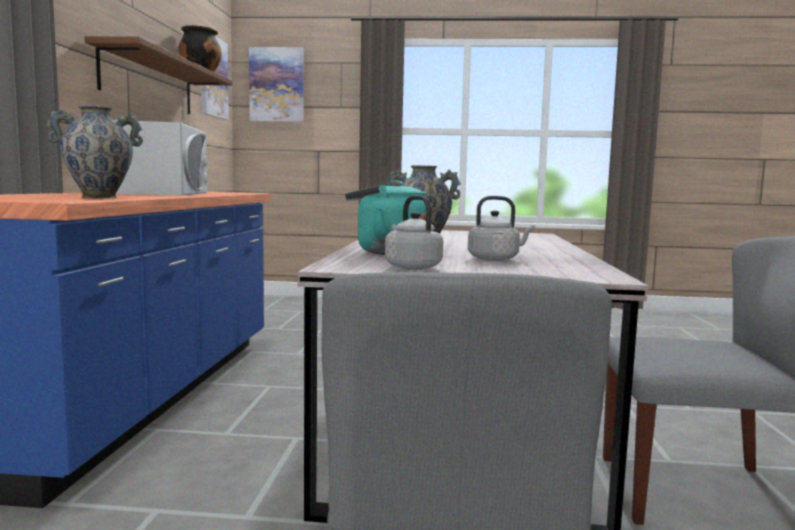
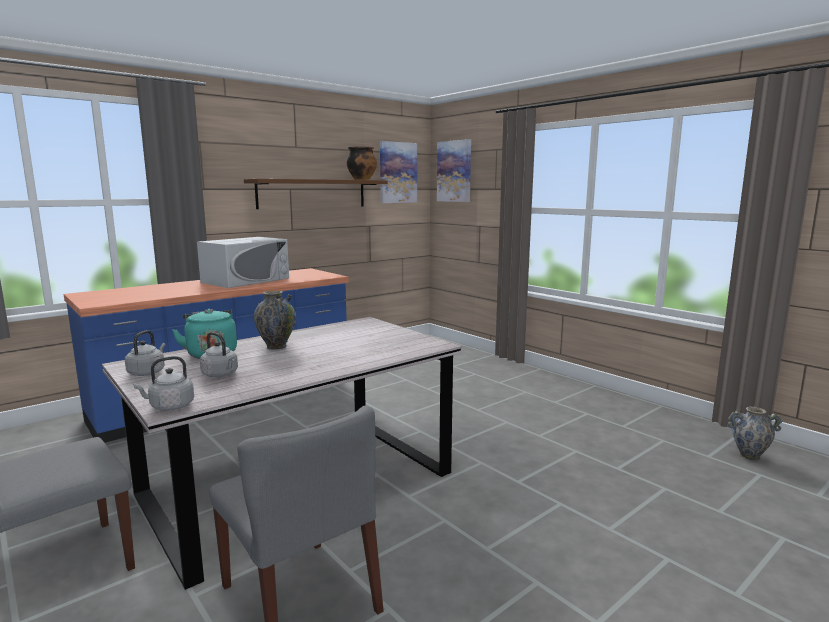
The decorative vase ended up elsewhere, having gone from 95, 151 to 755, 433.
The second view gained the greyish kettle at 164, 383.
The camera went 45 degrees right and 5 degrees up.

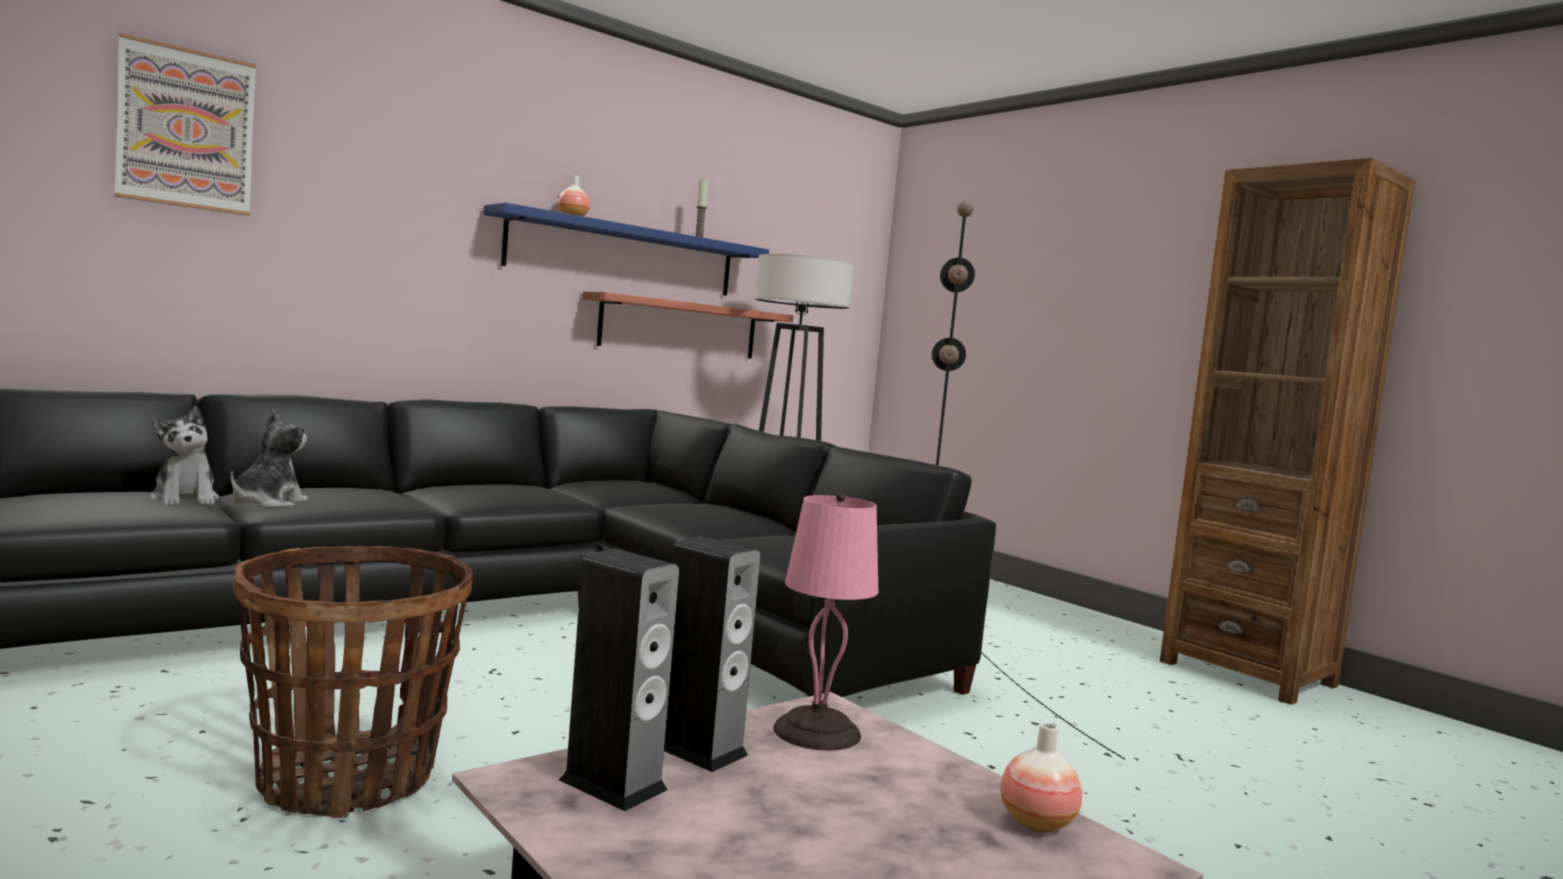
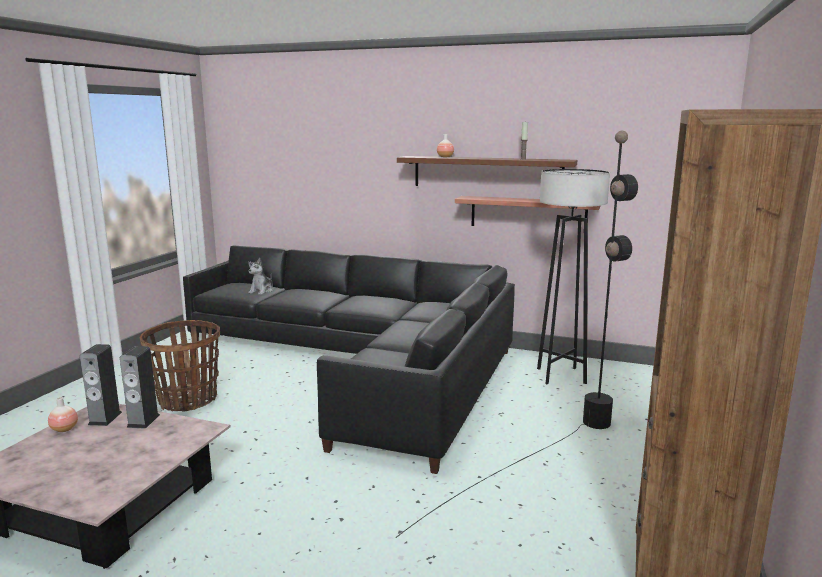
The second view lost the picture at 185, 124.
The second view lost the plush toy at 269, 459.
What was the bluish bracket shelf at 626, 249 turned into the brown bracket shelf at 487, 171.
The second view lost the pink-coloured table lamp at 825, 621.
The decorative vase ended up elsewhere, having gone from 1041, 778 to 63, 414.
The camera went 60 degrees right and 10 degrees up.

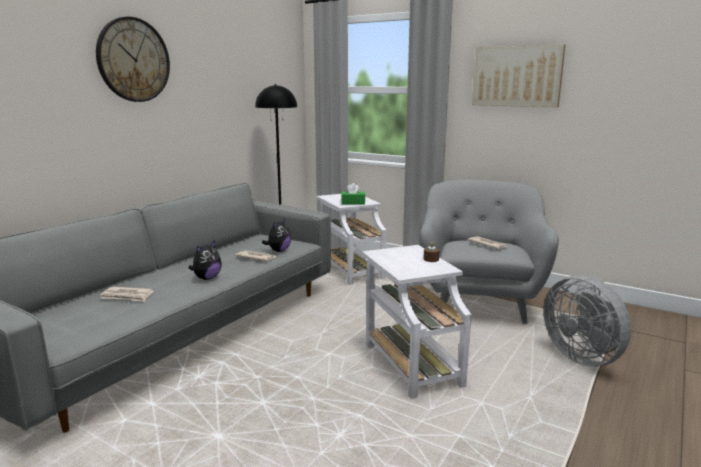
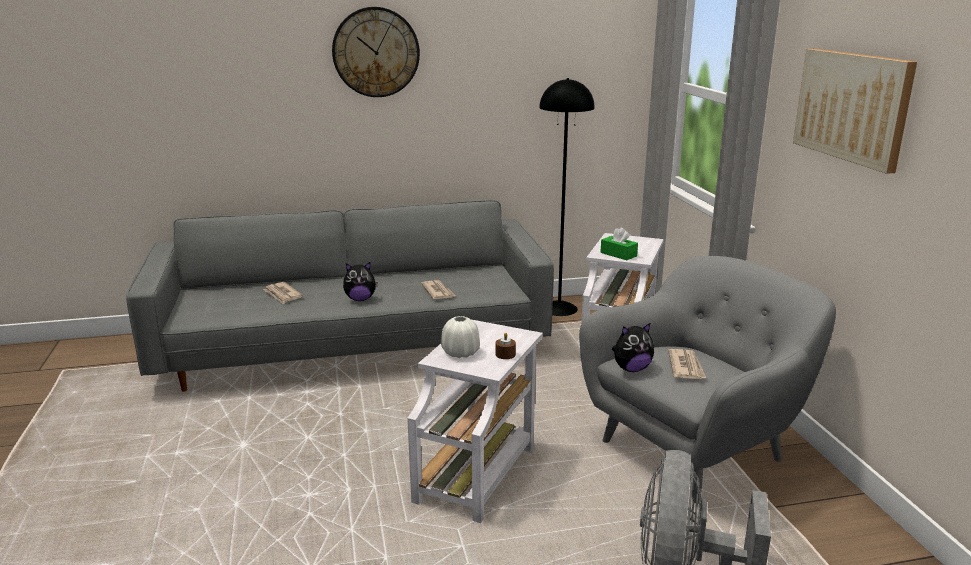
The plush toy ended up elsewhere, having gone from 276, 235 to 633, 347.
The second view gained the white-coloured decorative vase at 460, 337.
The camera went 45 degrees right and 5 degrees up.

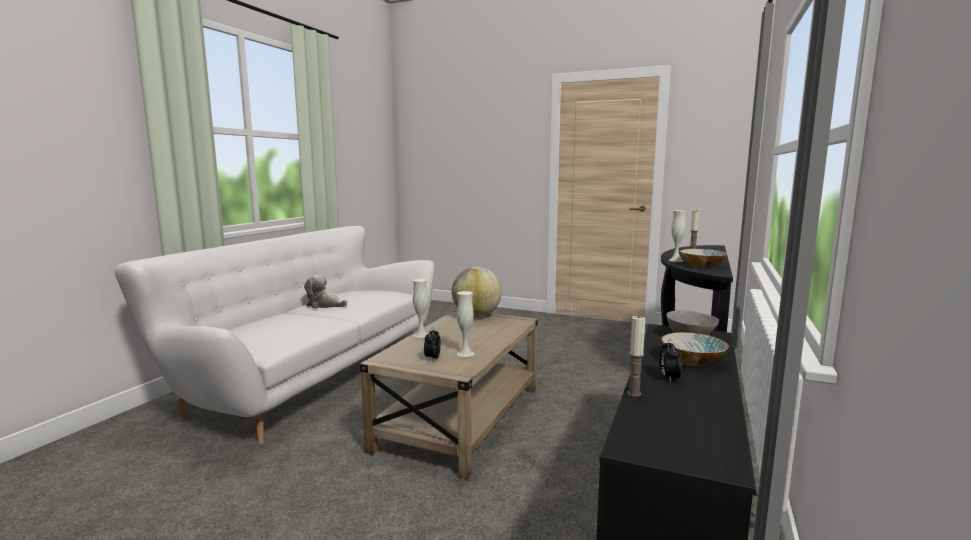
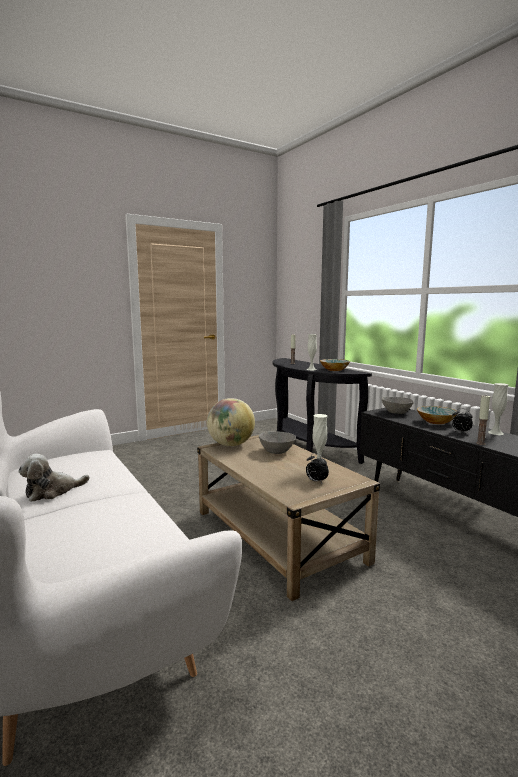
The white-coloured decorative vase ended up elsewhere, having gone from 420, 308 to 498, 409.
The second view gained the greyish deep dish at 277, 442.
The camera went 55 degrees left and 0 degrees up.

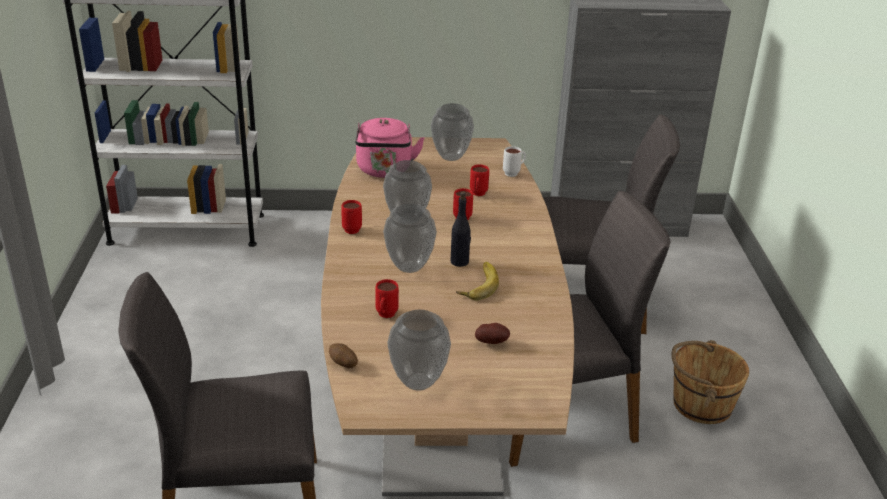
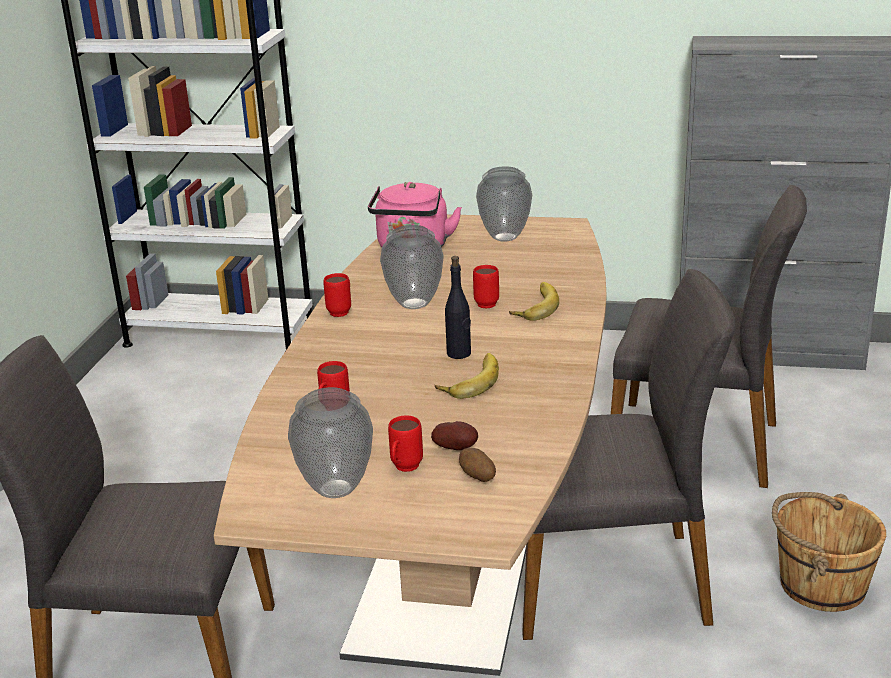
The spud ended up elsewhere, having gone from 343, 356 to 477, 465.
The second view lost the decorative vase at 410, 238.
The red-coloured mug ended up elsewhere, having gone from 479, 180 to 405, 443.
The second view lost the white-coloured mug at 514, 161.
The second view gained the banana at 534, 301.
The camera went 15 degrees right and 5 degrees down.

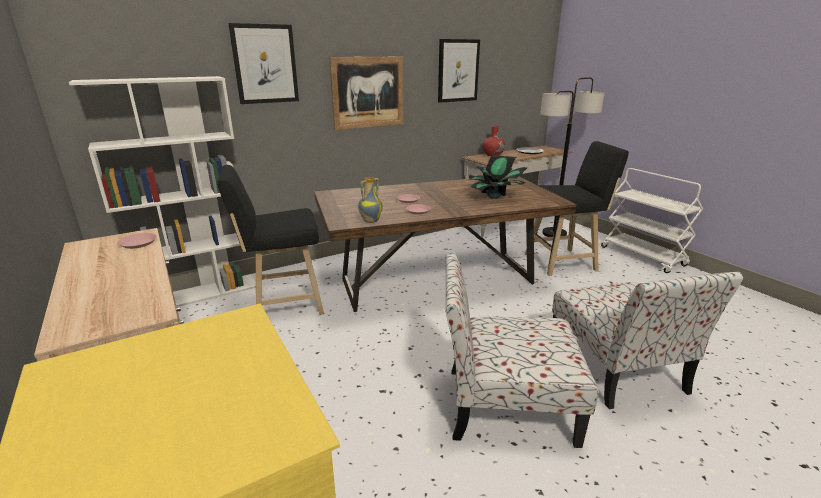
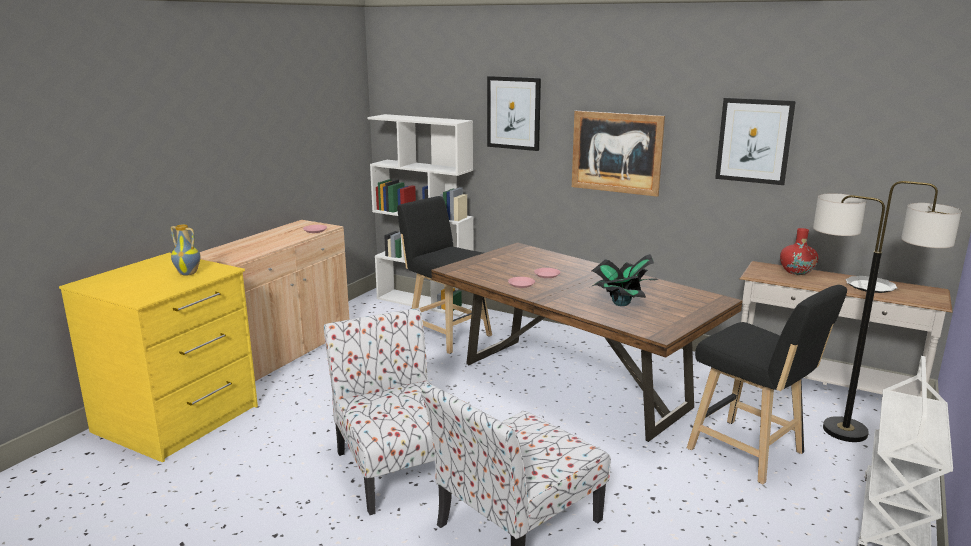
The decorative vase ended up elsewhere, having gone from 370, 200 to 186, 250.
The camera went 60 degrees right and 5 degrees down.

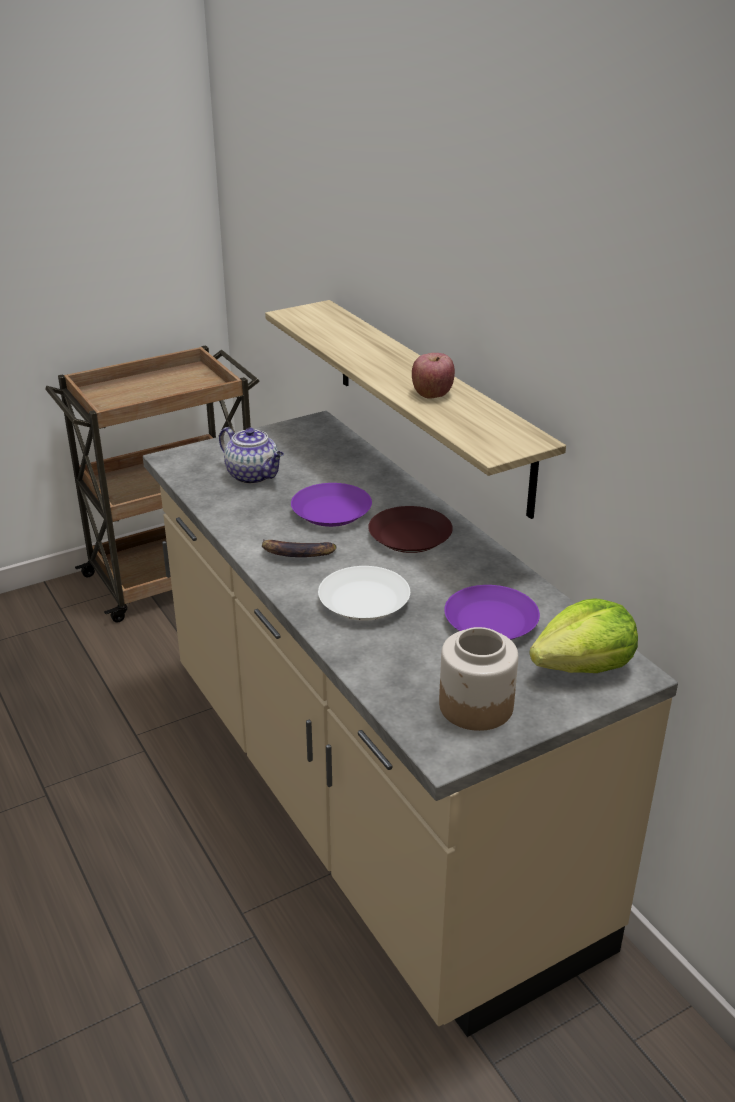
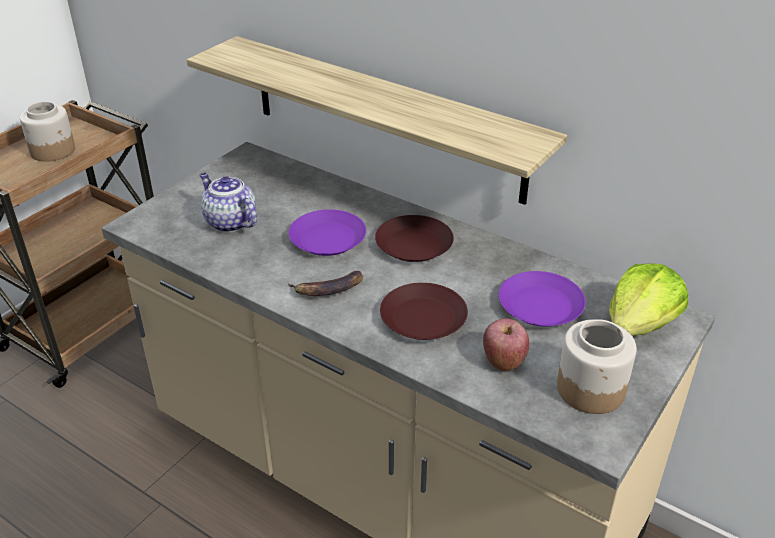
The pot for tea at 251, 455 ended up facing another way, 150 degrees counterclockwise from before.
What was the white-coloured flat dish at 364, 593 turned into the brown flat dish at 424, 311.
The whole apple ended up elsewhere, having gone from 433, 376 to 506, 344.
The second view gained the preserve jar at 47, 131.
The camera went 25 degrees left and 5 degrees up.

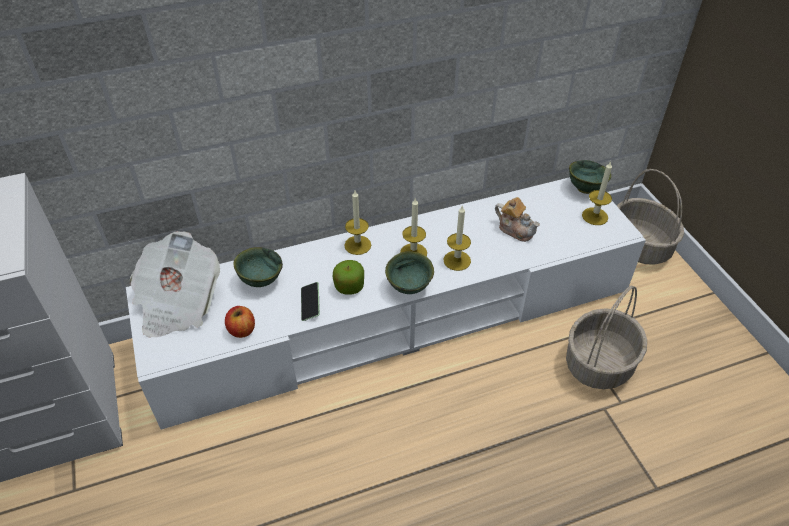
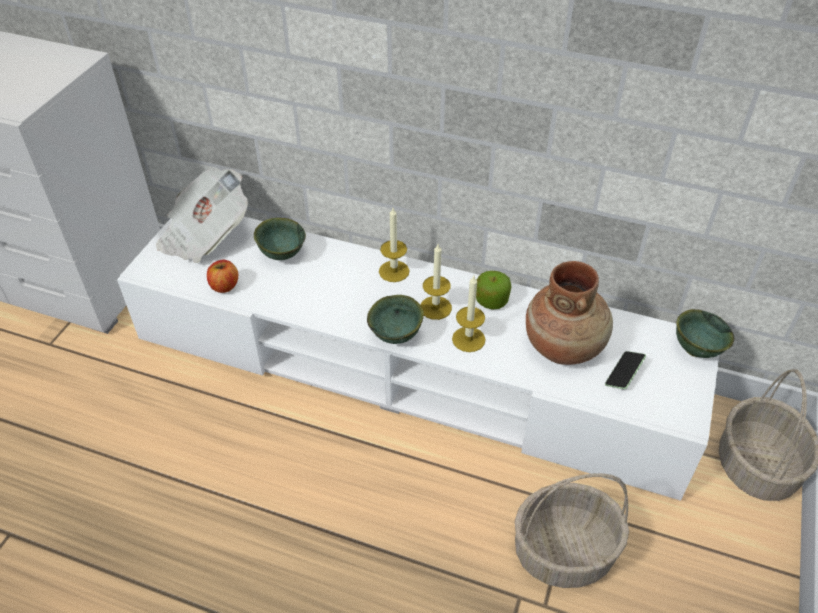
The telephone ended up elsewhere, having gone from 310, 301 to 625, 370.
The whole apple ended up elsewhere, having gone from 348, 277 to 494, 290.
Where the pot for tea stood at 517, 219, the brown decorative vase came to stand at 569, 313.
The second view lost the candle at 597, 193.
The camera went 40 degrees right and 0 degrees up.

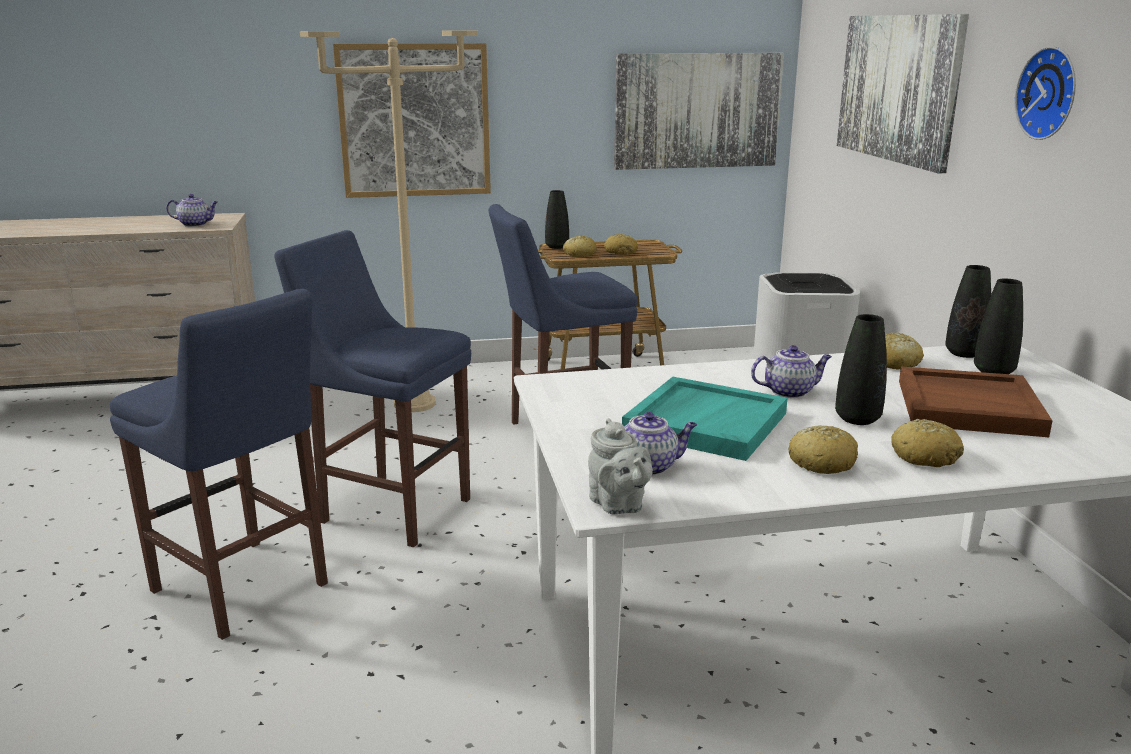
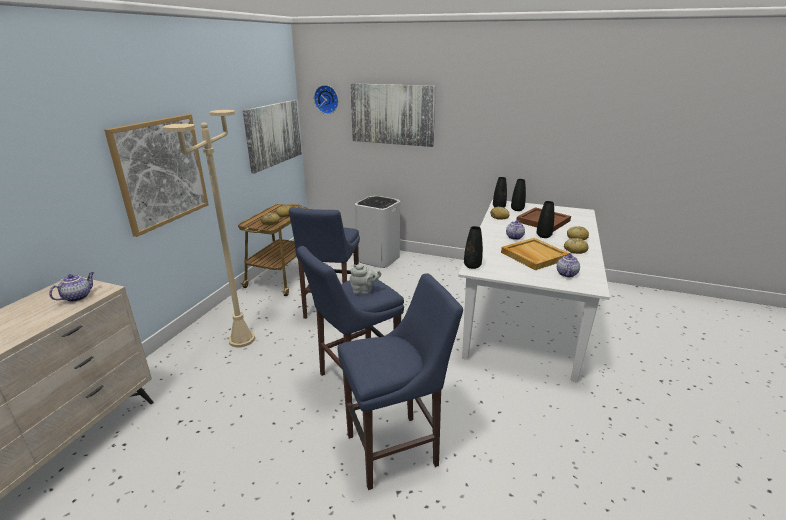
The black-coloured decorative vase ended up elsewhere, having gone from 557, 219 to 473, 247.
The greyish pot for tea ended up elsewhere, having gone from 620, 466 to 365, 279.
What was the turquoise-coloured serving tray at 704, 419 turned into the beige-coloured serving tray at 534, 254.
The wall clock ended up elsewhere, having gone from 1045, 93 to 326, 99.
The camera went 60 degrees left and 5 degrees up.

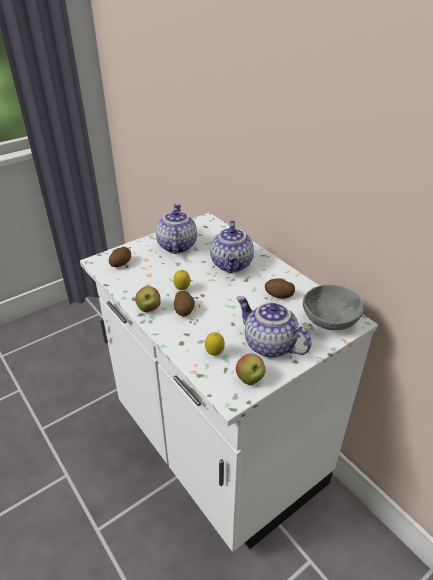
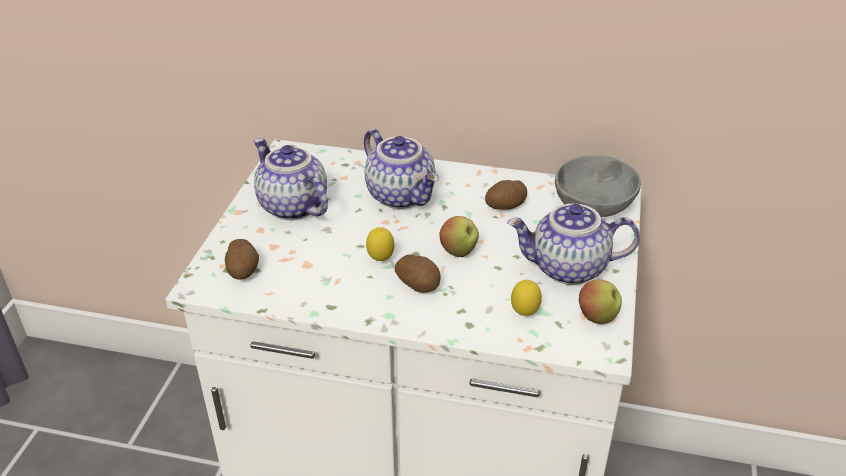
The whole apple ended up elsewhere, having gone from 148, 299 to 459, 236.
The camera went 40 degrees left and 0 degrees up.

